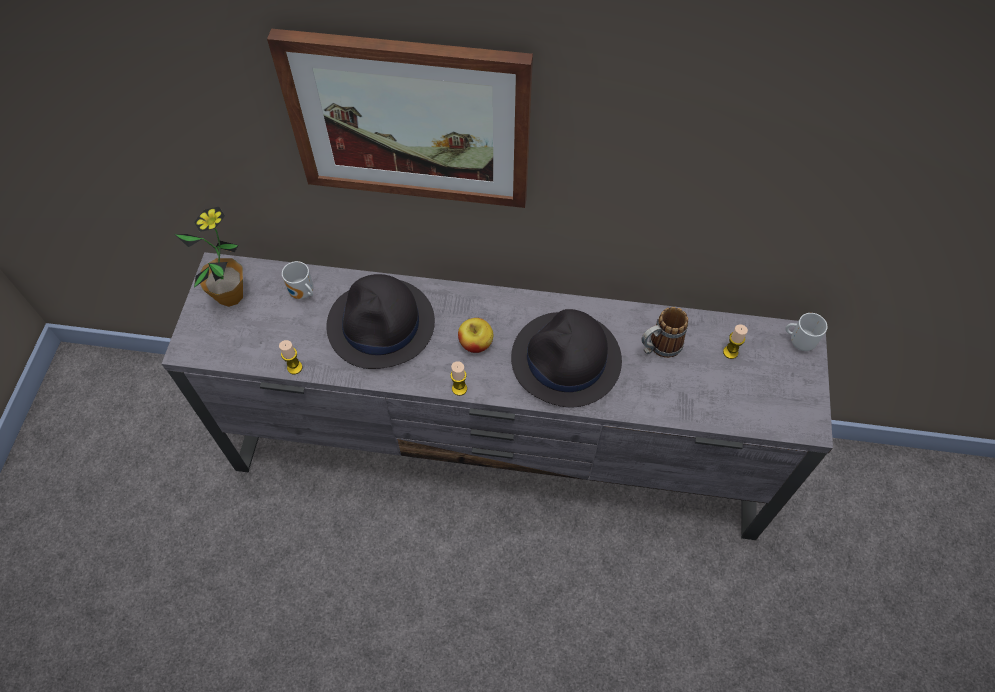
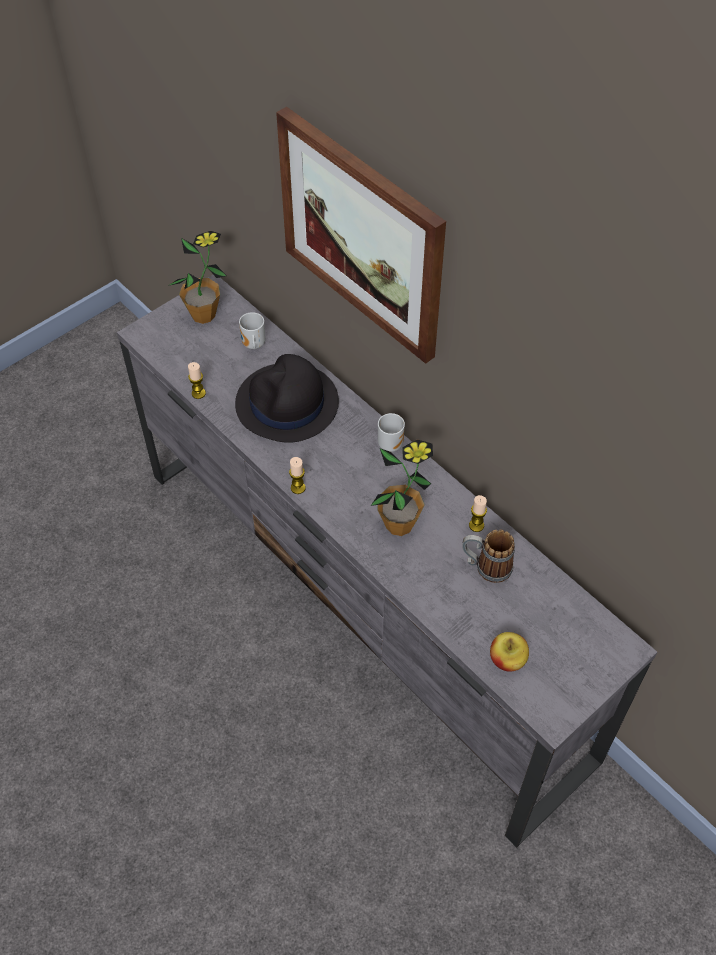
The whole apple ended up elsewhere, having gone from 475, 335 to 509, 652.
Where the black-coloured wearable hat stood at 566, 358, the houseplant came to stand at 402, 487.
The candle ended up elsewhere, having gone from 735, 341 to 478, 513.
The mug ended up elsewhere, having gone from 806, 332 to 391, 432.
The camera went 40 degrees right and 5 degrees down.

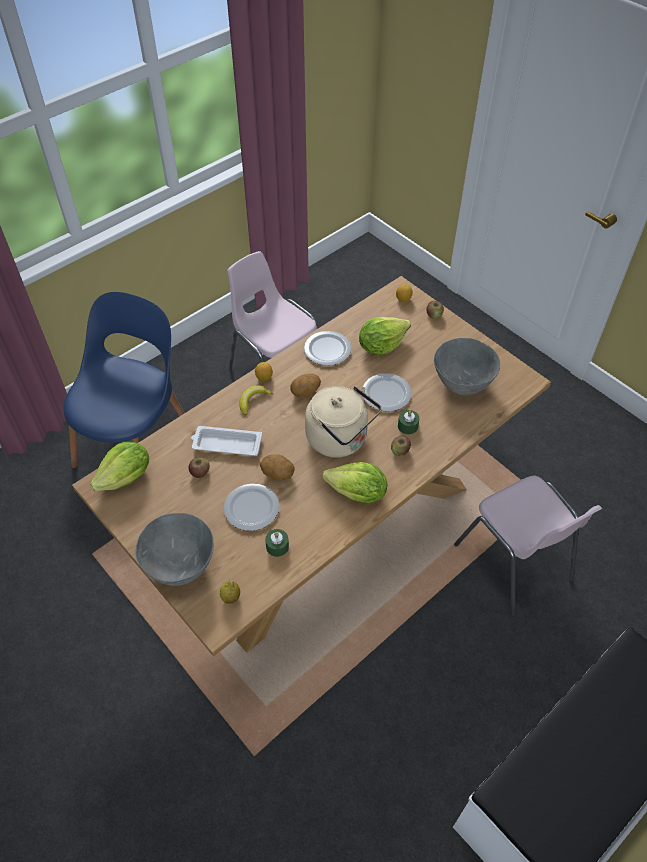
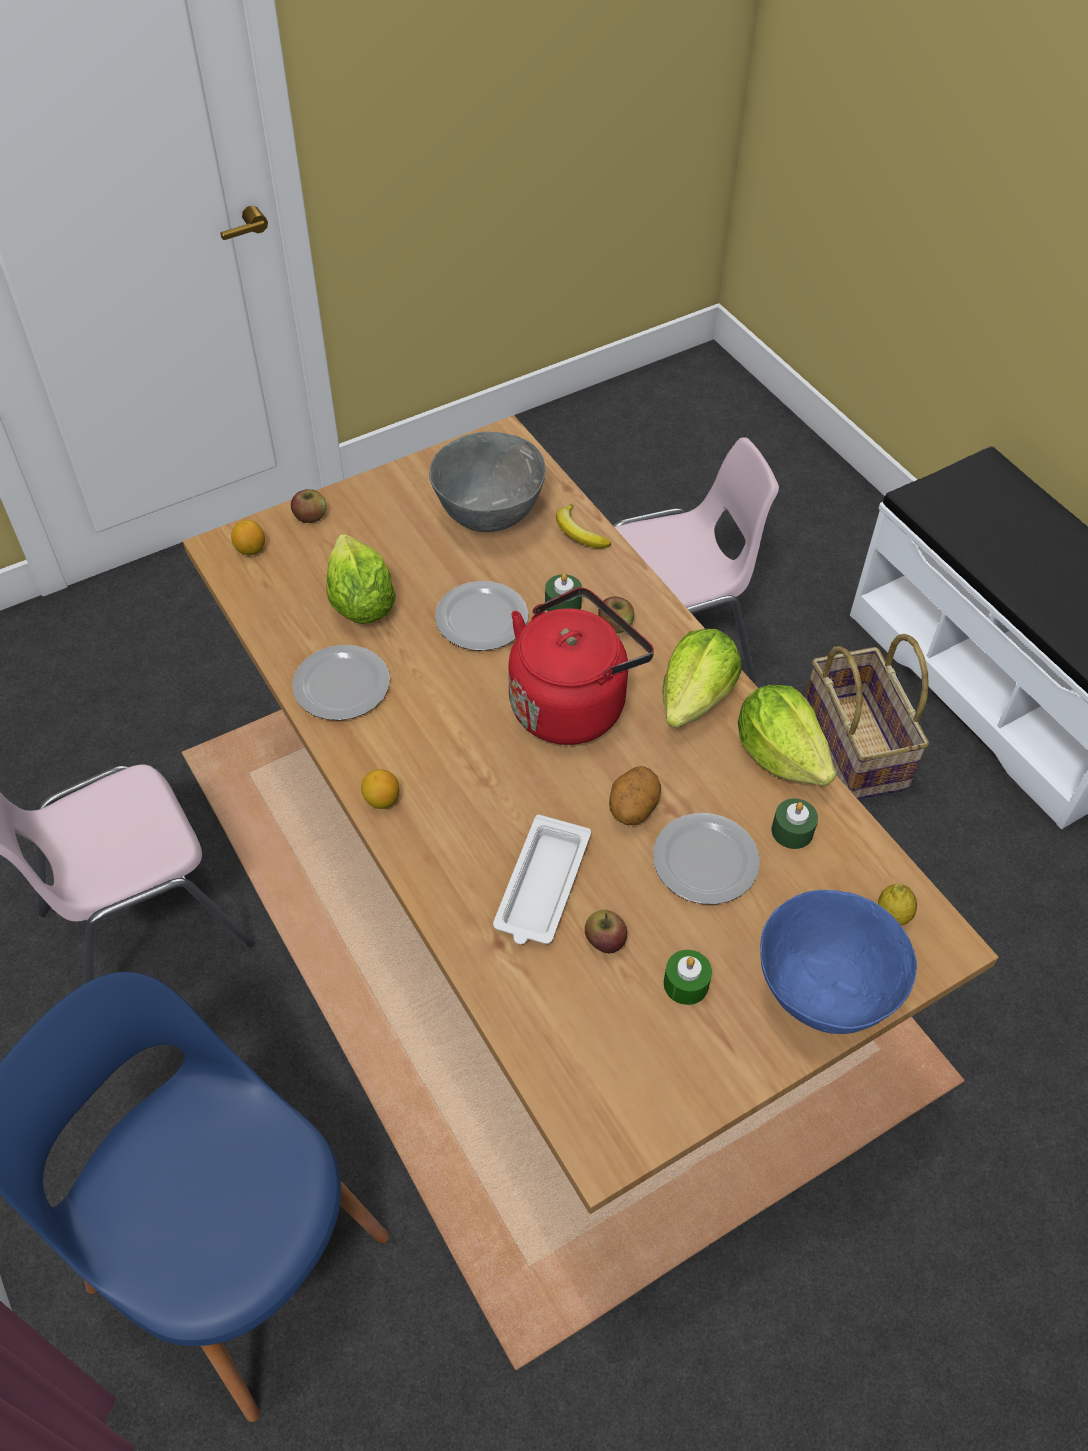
The lettuce ended up elsewhere, having gone from 119, 466 to 787, 735.
What was the greyish deep dish at 174, 549 turned into the bluish deep dish at 838, 962.
The banana ended up elsewhere, having gone from 256, 400 to 583, 526.
The second view lost the spud at 305, 385.
What was the beige-coloured kettle at 343, 422 turned into the red-coloured kettle at 581, 666.
The second view gained the greenish candle at 688, 977.
The second view gained the household basket at 867, 716.
The camera went 80 degrees left and 0 degrees up.

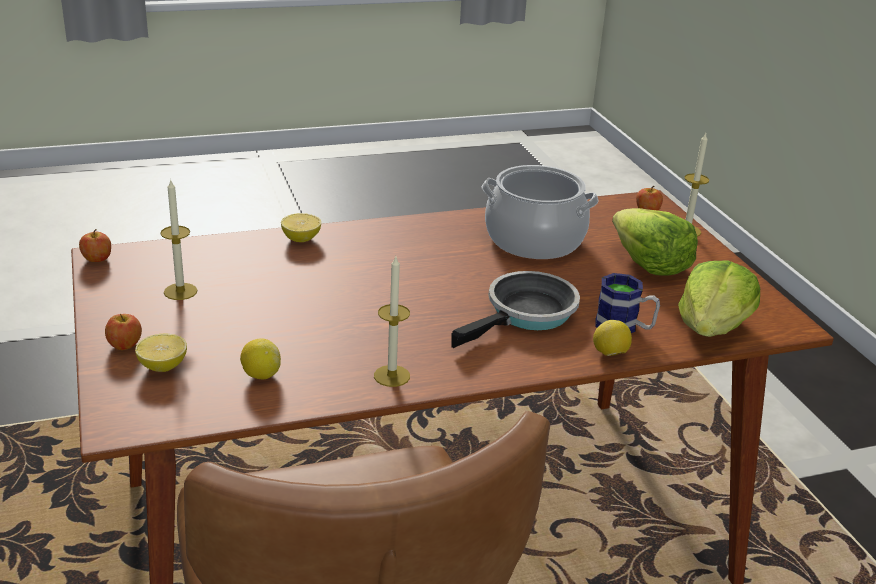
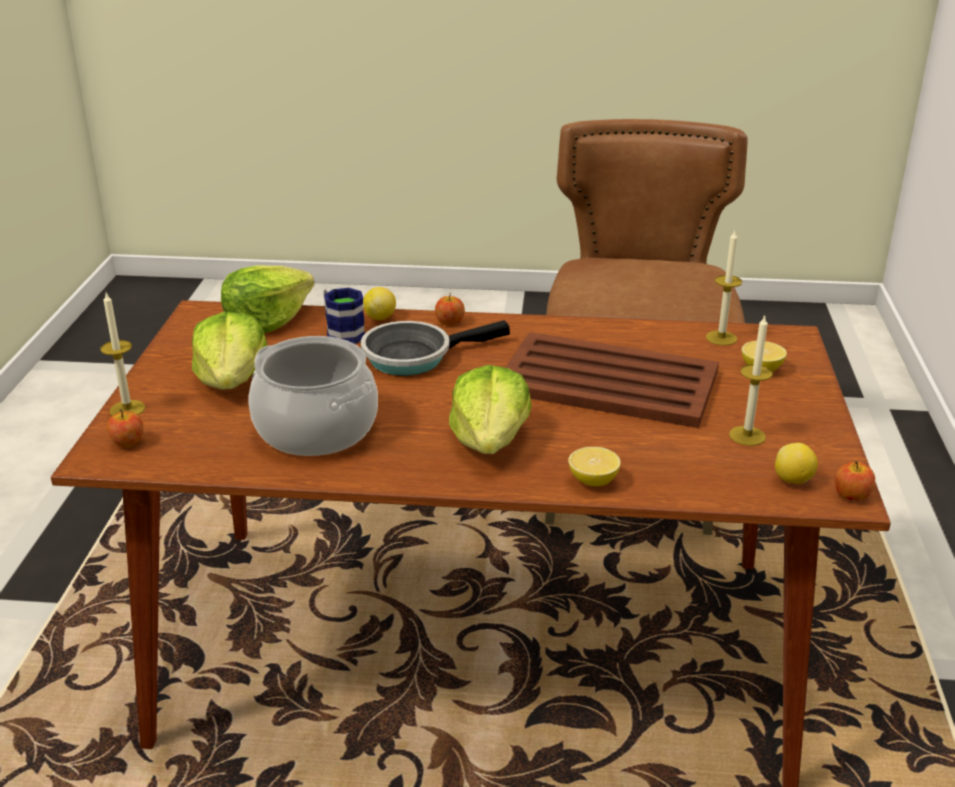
The whole apple ended up elsewhere, having gone from 123, 332 to 450, 308.
The citrus fruit ended up elsewhere, having gone from 260, 358 to 796, 463.
The candle ended up elsewhere, having gone from 392, 322 to 724, 288.
The second view gained the lettuce at 490, 409.
The second view gained the brown serving tray at 612, 380.
The camera went 155 degrees left and 0 degrees up.

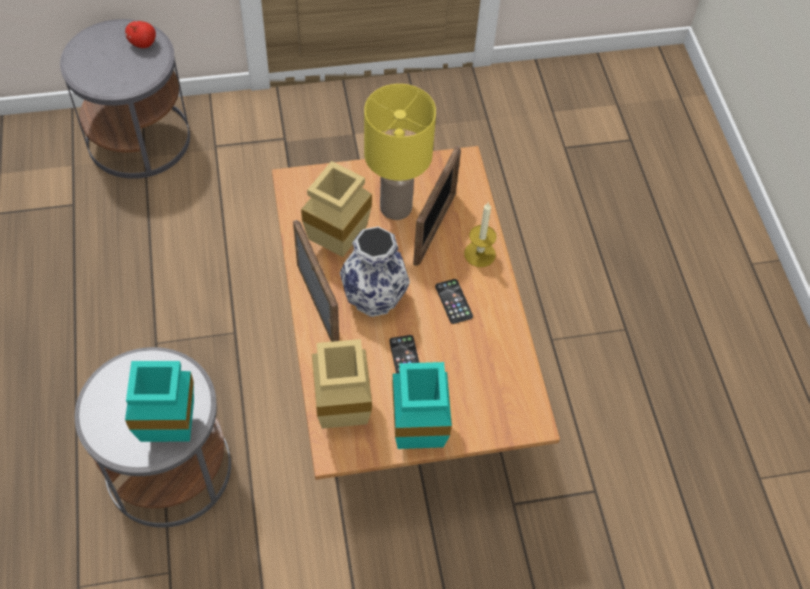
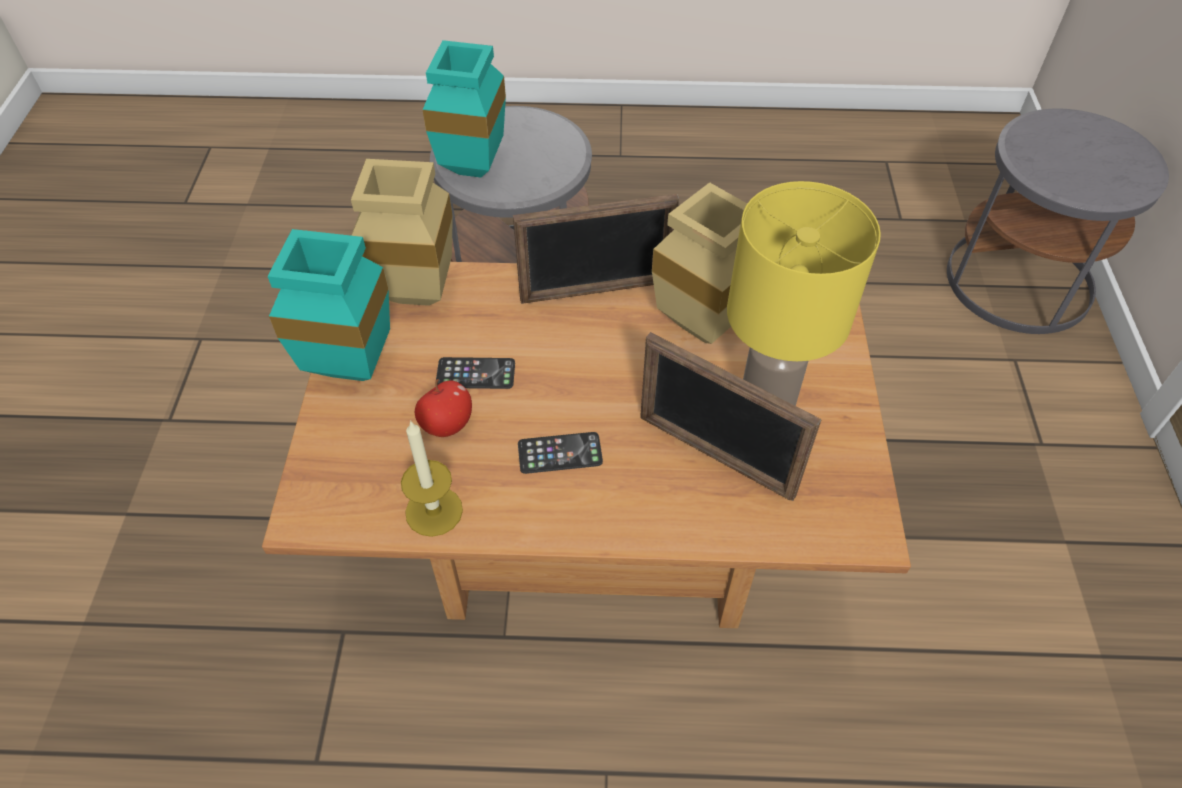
The whole apple ended up elsewhere, having gone from 140, 34 to 443, 408.
The second view lost the decorative vase at 375, 271.
The candle ended up elsewhere, having gone from 480, 234 to 432, 478.
The camera went 105 degrees right and 5 degrees down.

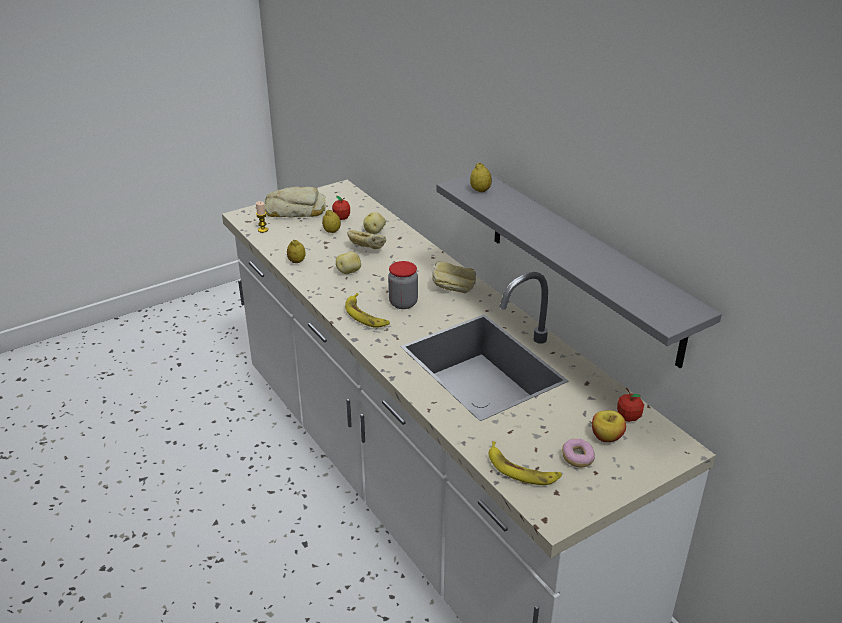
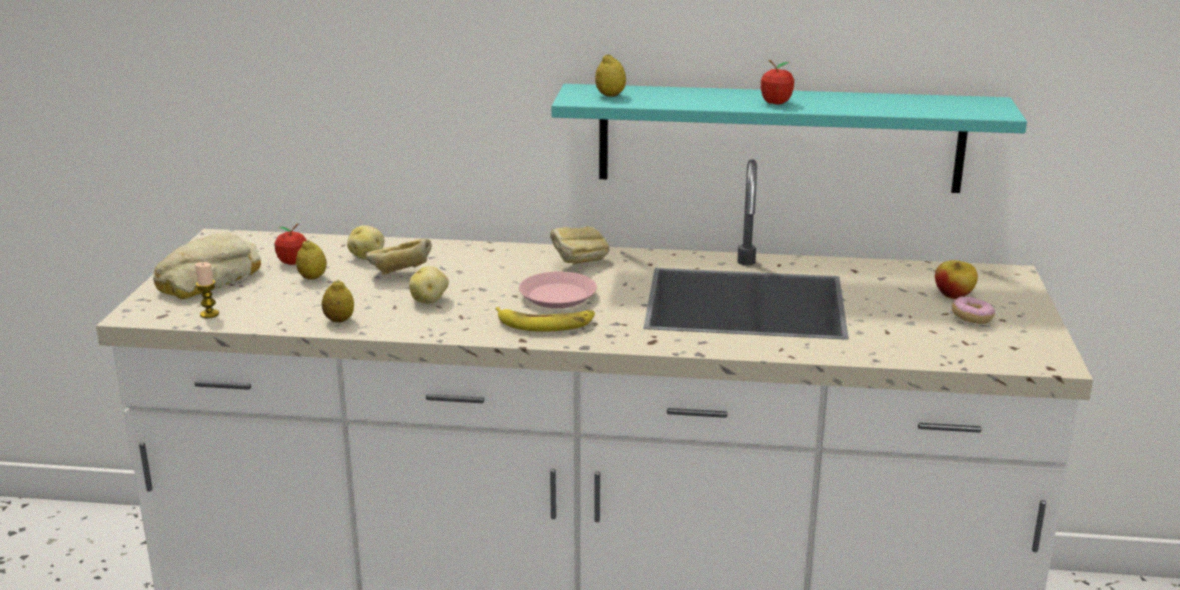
Where the preserve jar stood at 403, 285, the pink-coloured flat dish came to stand at 558, 289.
What was the greyish bracket shelf at 579, 271 turned into the turquoise-coloured bracket shelf at 789, 138.
The second view lost the banana at 525, 463.
The whole apple ended up elsewhere, having gone from 630, 405 to 777, 82.
The camera went 50 degrees left and 10 degrees down.

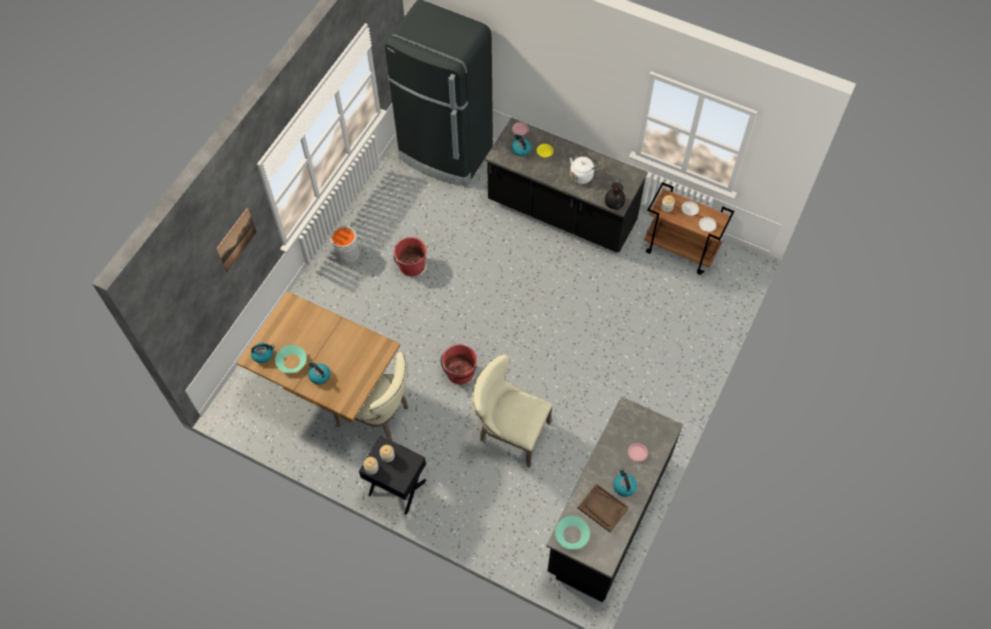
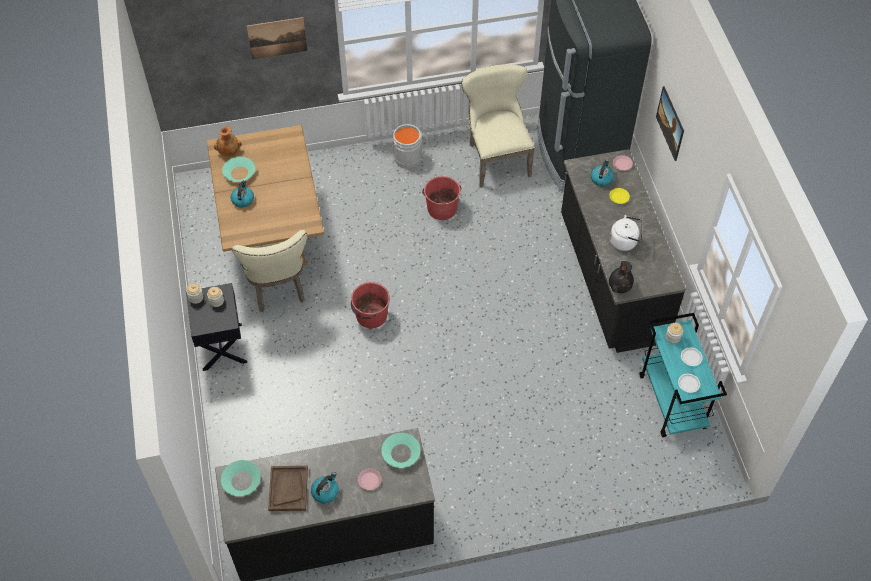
Where the kettle stood at 263, 353, the brown decorative vase came to stand at 228, 141.
The beige-coloured chair ended up elsewhere, having gone from 512, 411 to 498, 126.
What was the brown trolley at 689, 228 turned into the turquoise-coloured trolley at 683, 375.
The second view gained the turquoise-coloured deep dish at 401, 450.
The second view gained the picture at 670, 123.
The camera went 50 degrees right and 5 degrees down.

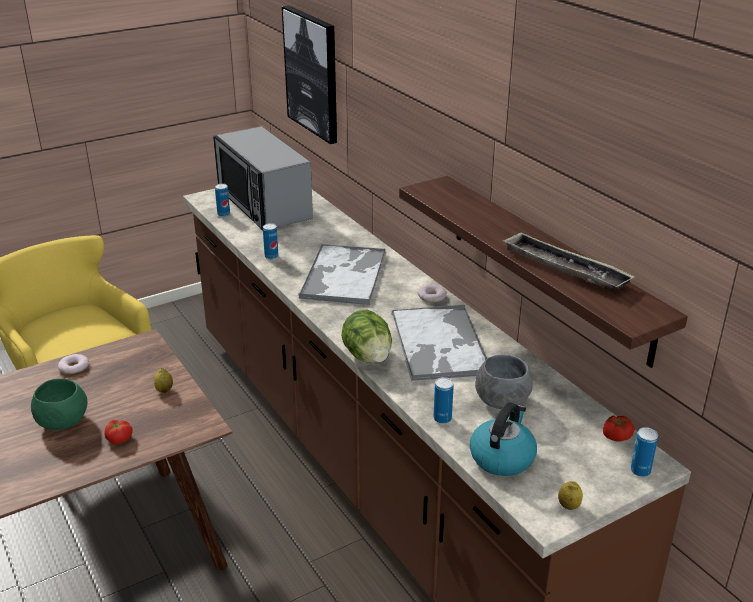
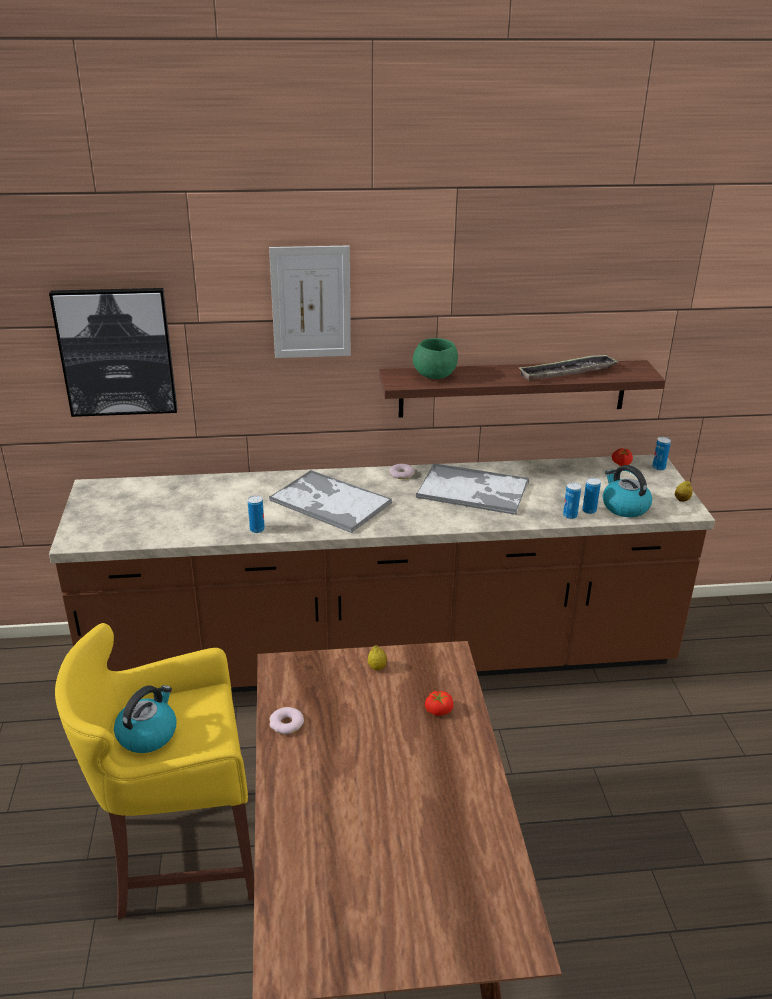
The greenish deep dish ended up elsewhere, having gone from 59, 404 to 435, 358.
The second view lost the microwave at 263, 178.
The metal can ended up elsewhere, having gone from 222, 200 to 591, 496.
The second view lost the lettuce at 366, 336.
The second view lost the greyish deep dish at 504, 381.
The second view gained the kettle at 145, 719.
The second view gained the picture at 310, 302.
The camera went 65 degrees left and 0 degrees up.

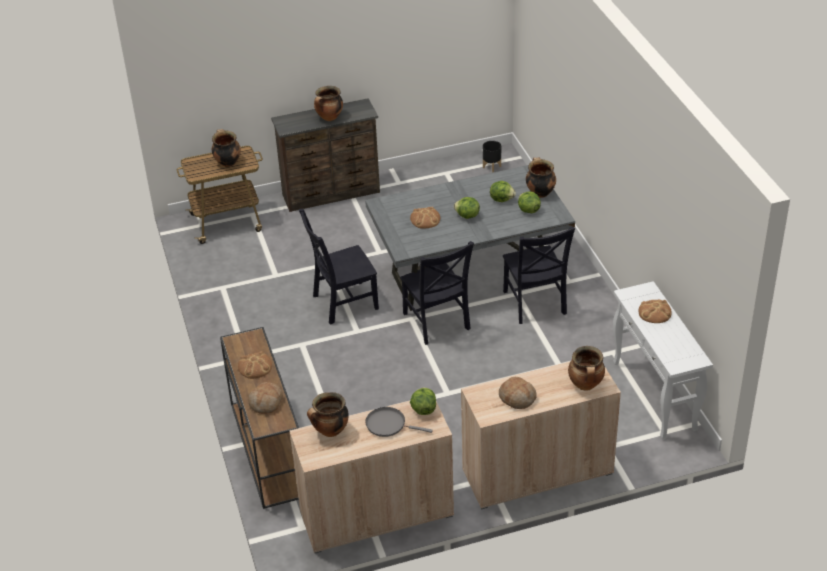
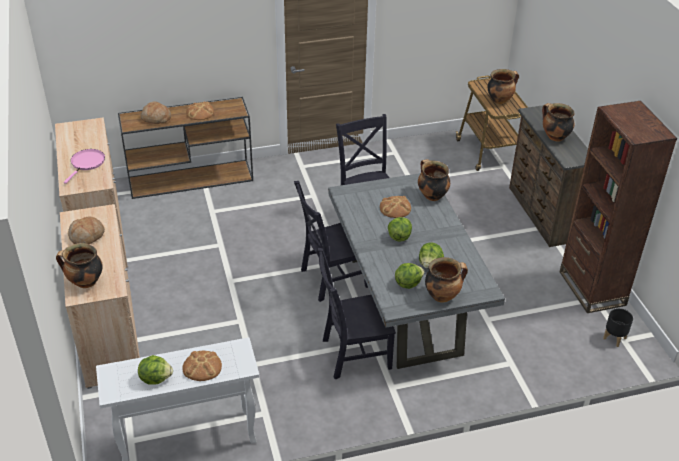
The cooking pot ended up elsewhere, having gone from 328, 414 to 434, 180.
What was the greyish pan at 399, 422 turned into the pink-coloured pan at 84, 166.
The lettuce ended up elsewhere, having gone from 423, 401 to 155, 370.
The second view gained the brown bookshelf at 618, 207.
The camera went 90 degrees right and 0 degrees up.

